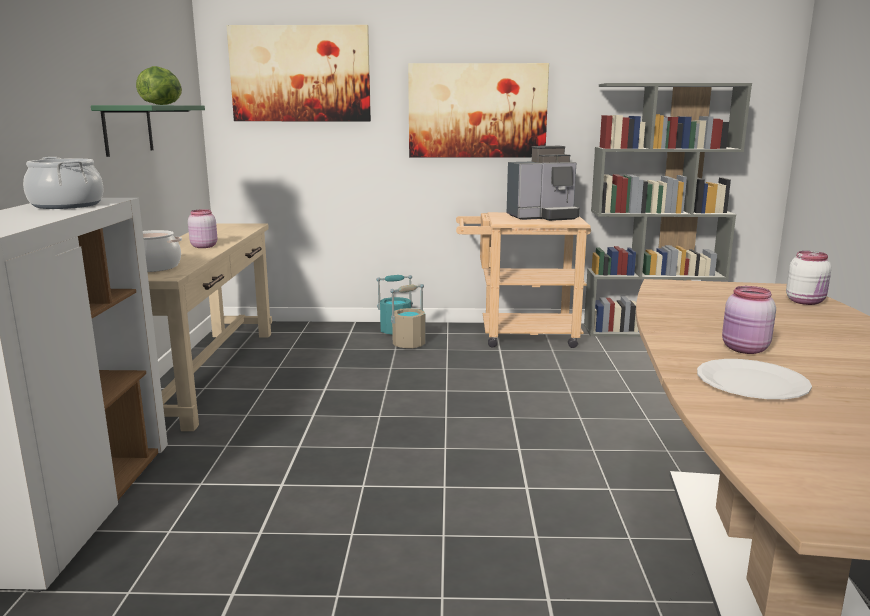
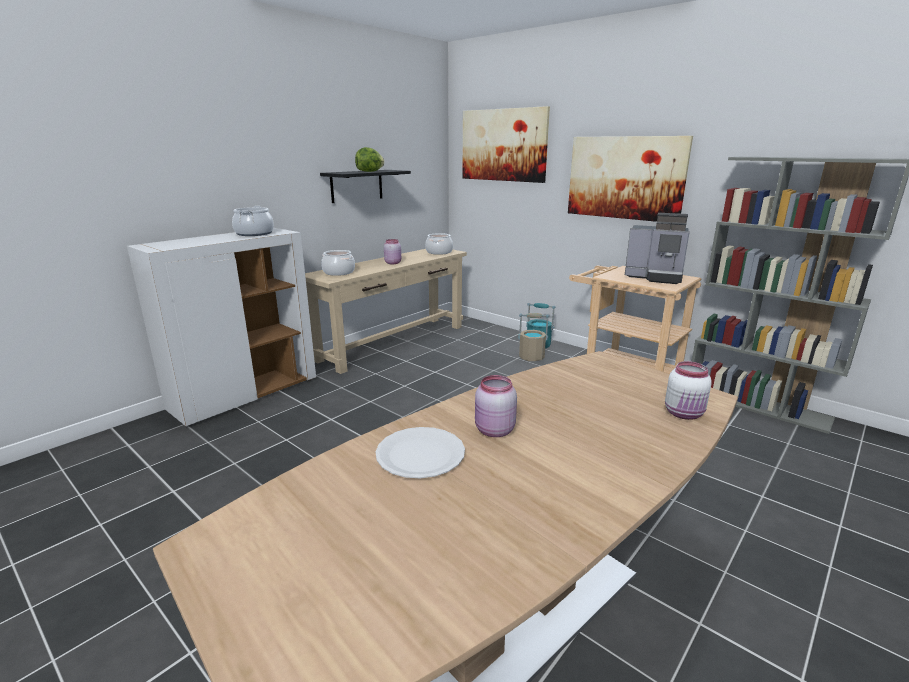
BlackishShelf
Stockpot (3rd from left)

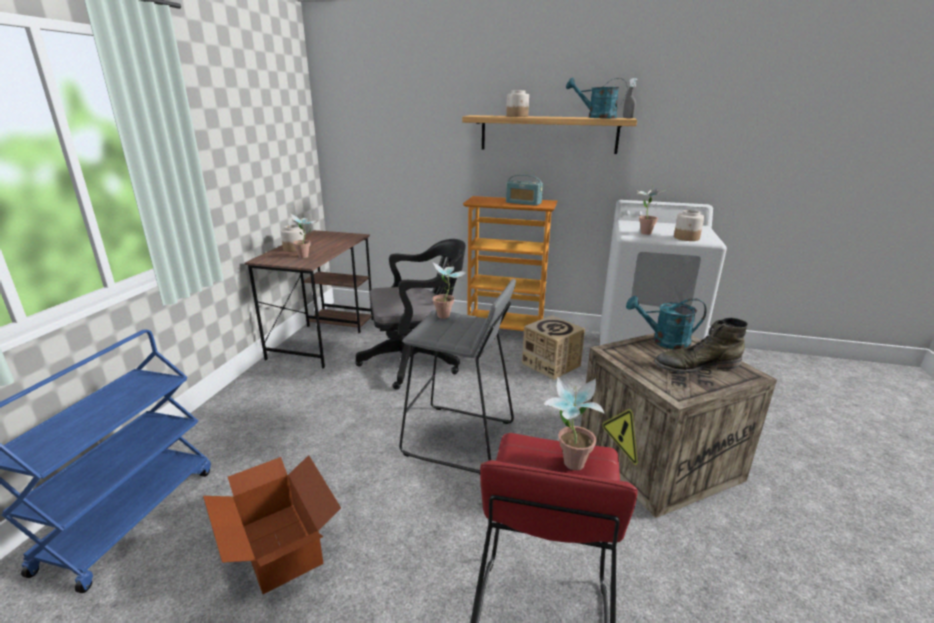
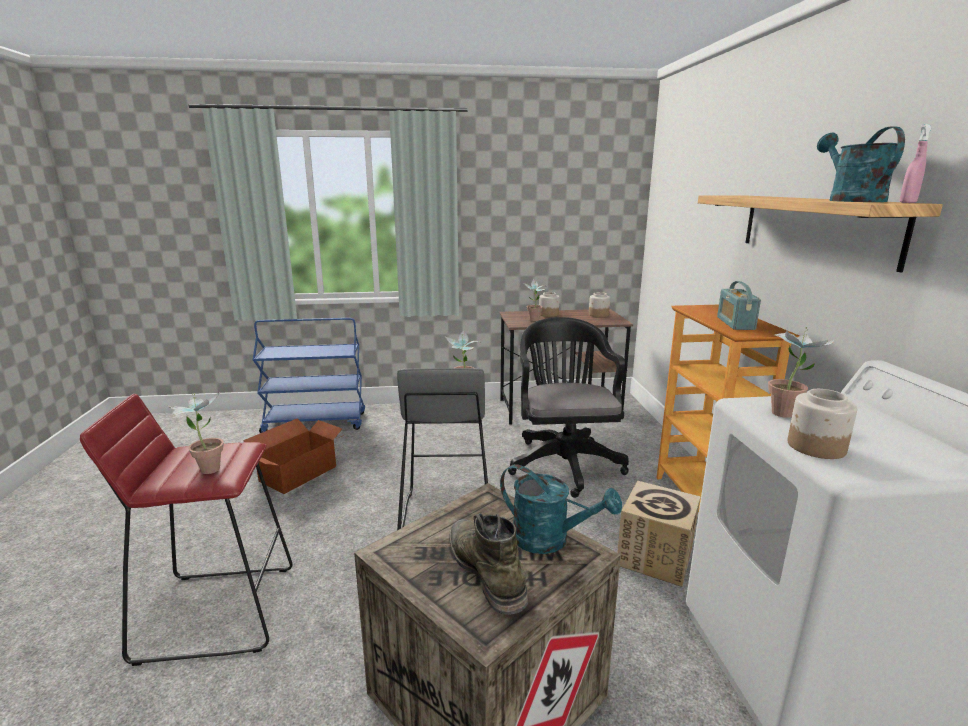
BlackishDeskChair
Jar (2nd from left)
PinkColouredSprayBottle
TurquoiseWateringPot (1st from left)

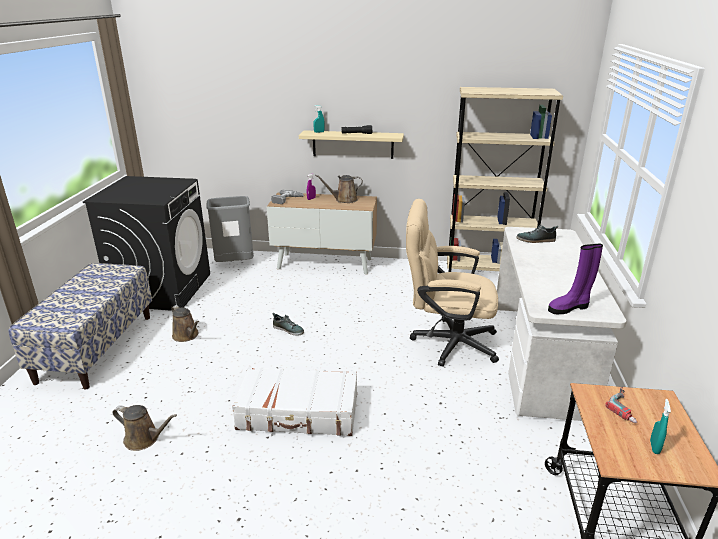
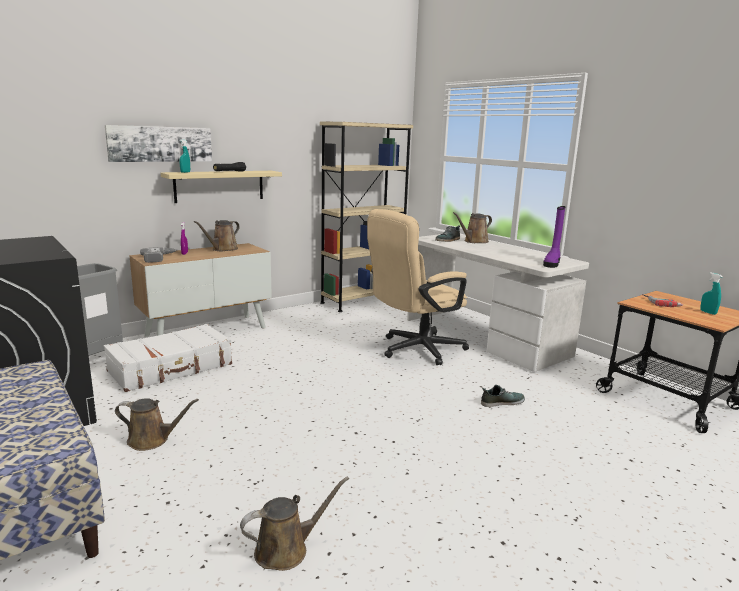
WhitePieceOfLuggage
Shoe (2nd from left)
WallArt
BrownishWateringPot (4th from left)

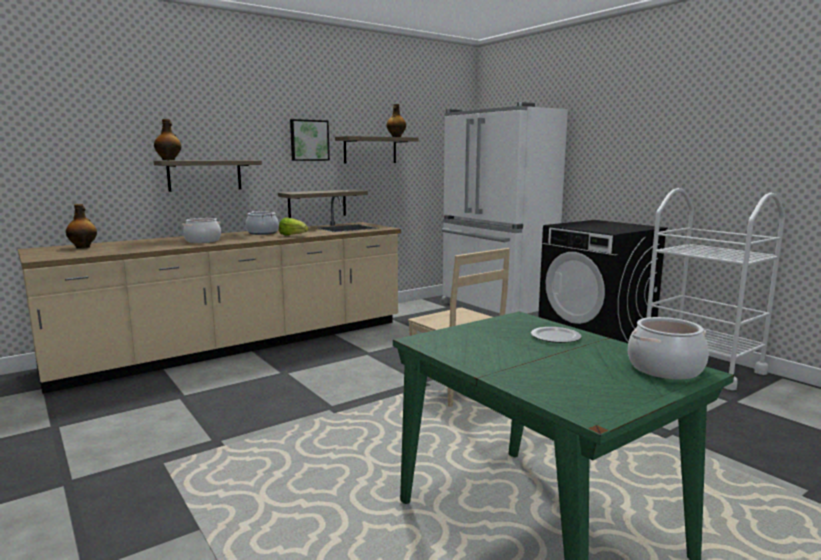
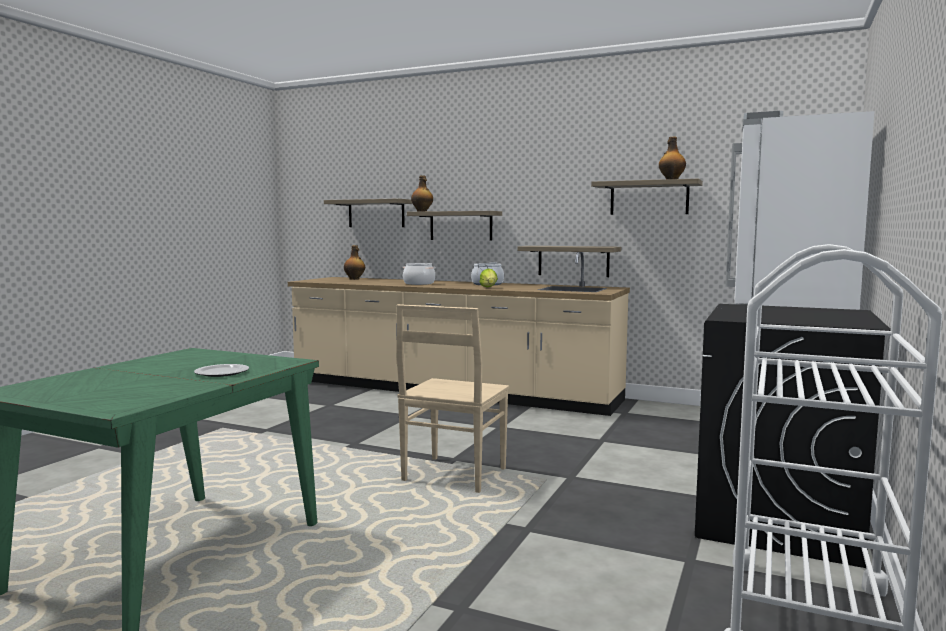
WallArt
Stockpot (3rd from left in the first image)
Shelf (1st from left)

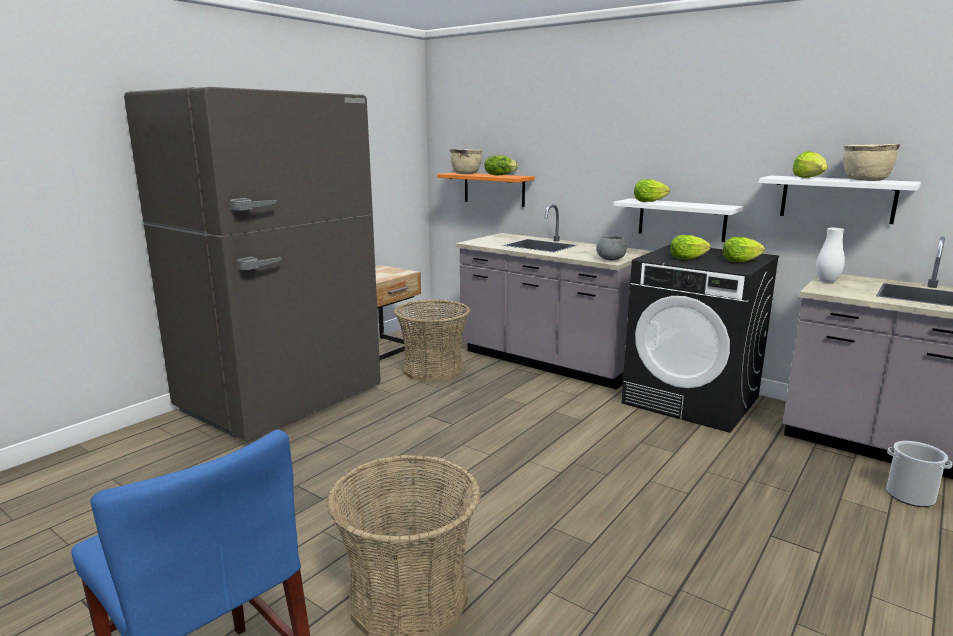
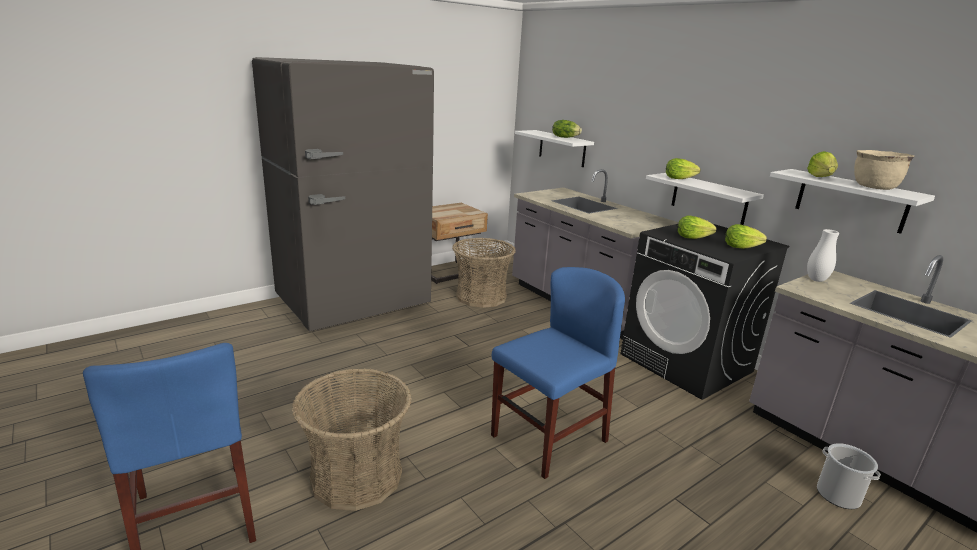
WhiteShelf (1st from left)
BeigeStockpot (1st from left in the first image)
GreyishDeepDish
BlueChair (2nd from left)

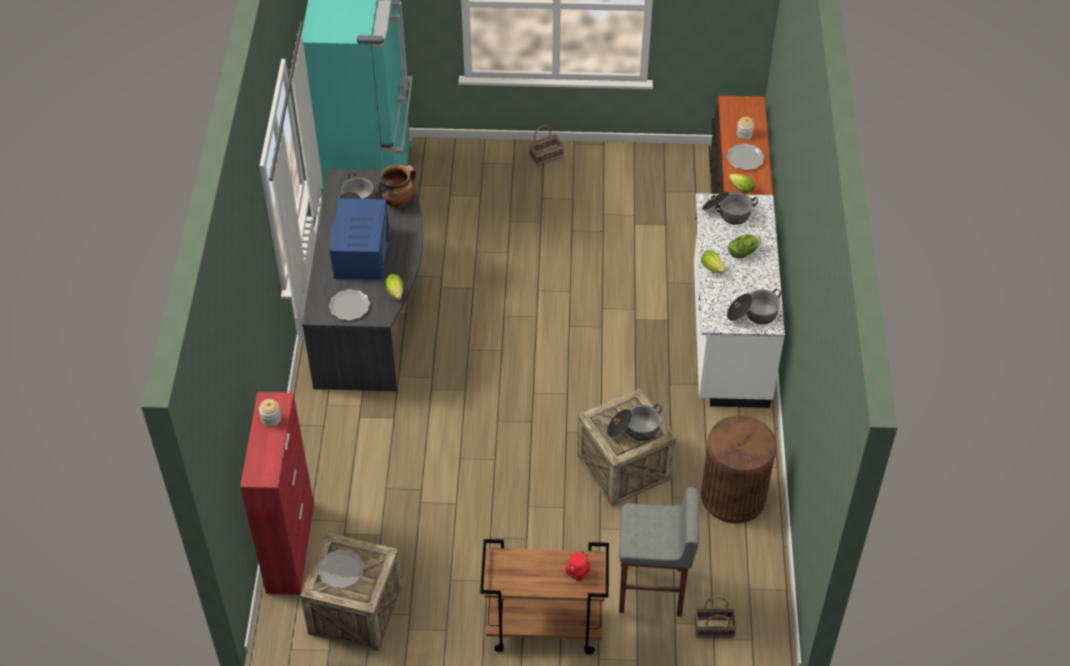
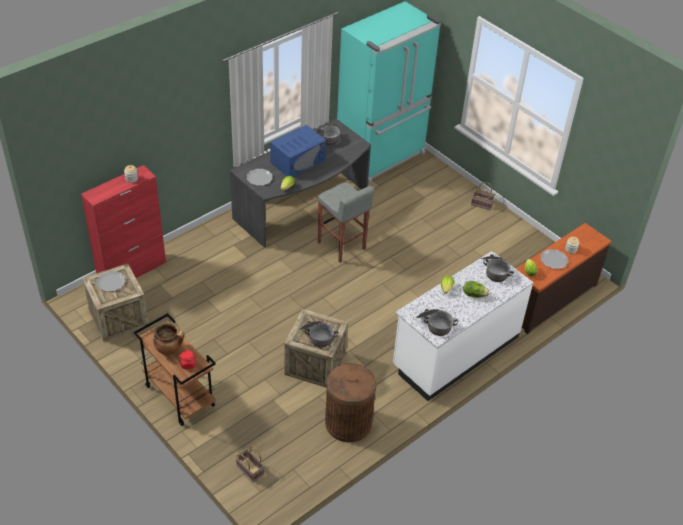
Stockpot (1st from left)
GreyishSittingStool

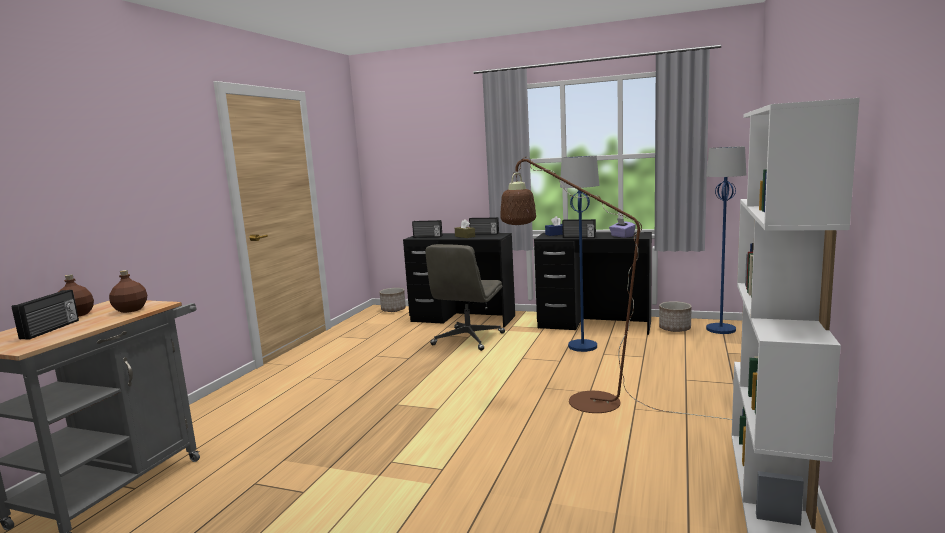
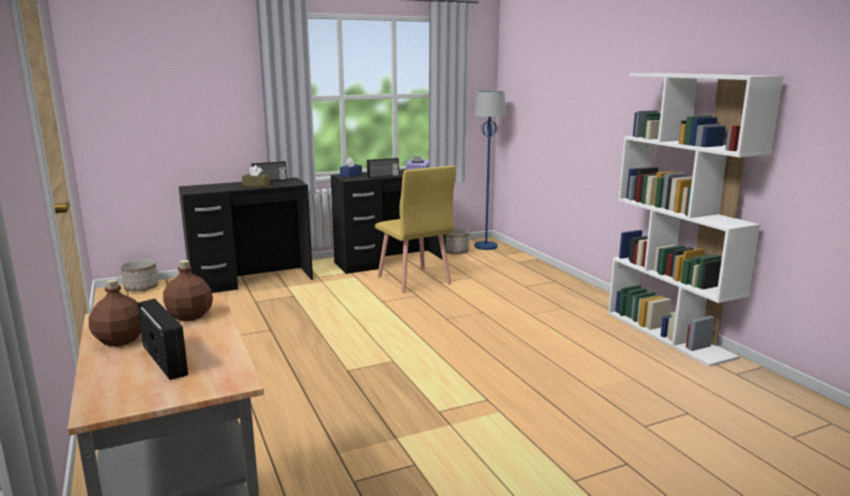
RadioSet (2nd from left in the first image)
GreyishDeskChair
BrownishStandingLamp
YellowColouredChair

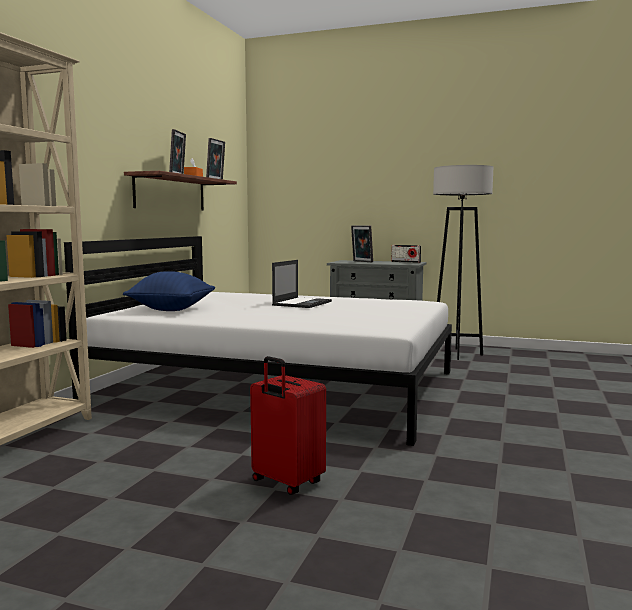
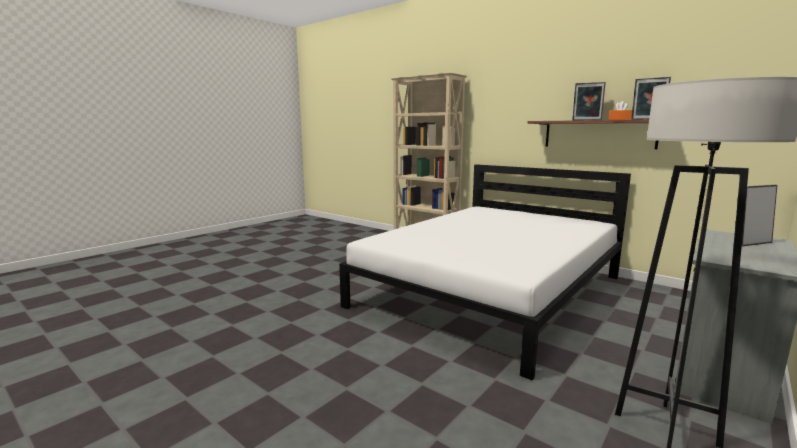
BlueThrowPillow
ReddishPieceOfLuggage
PortableComputer
RadioSet

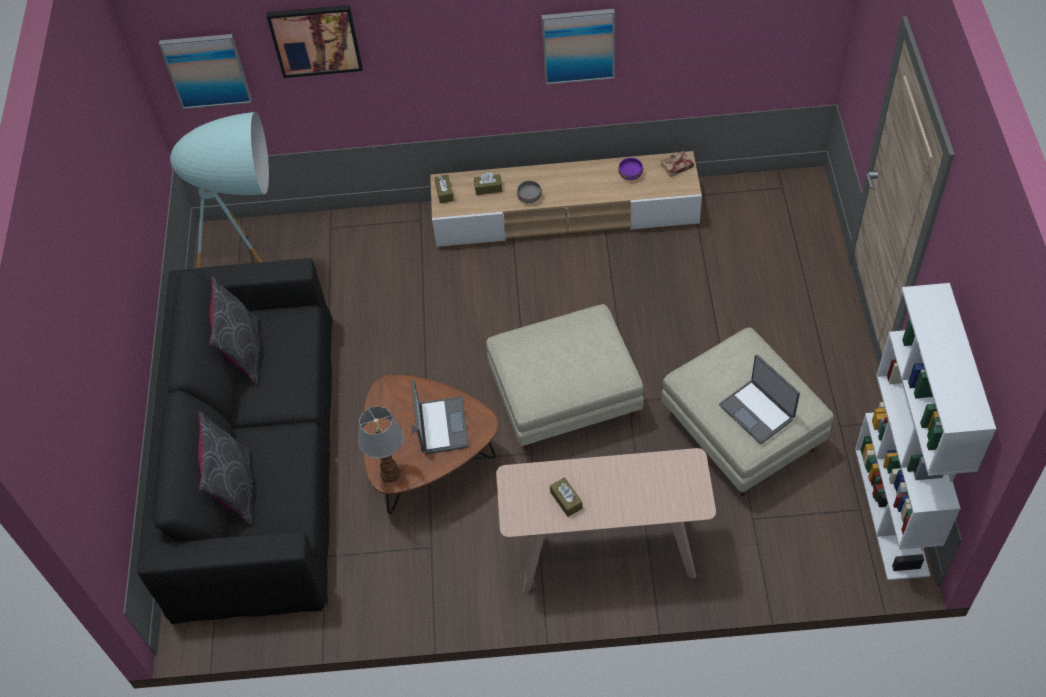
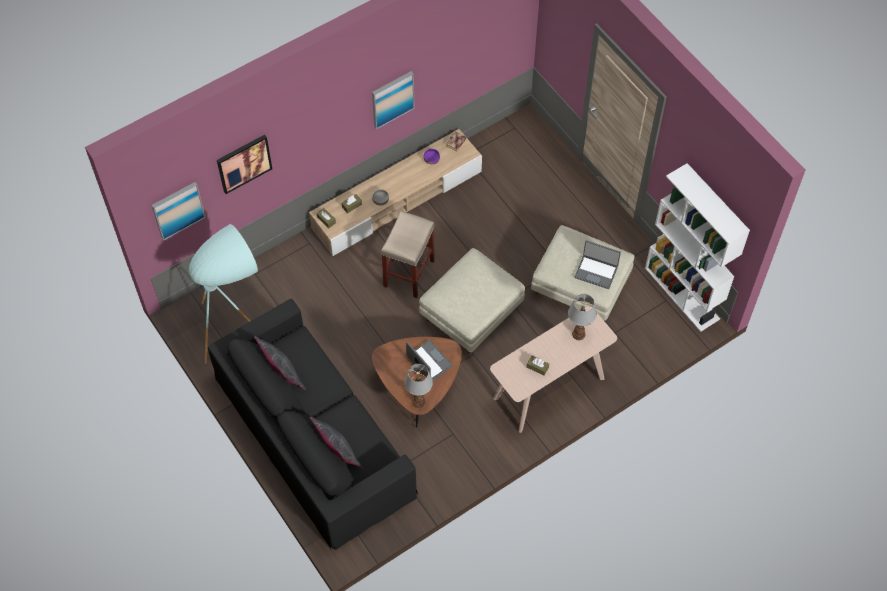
BeigeSittingStool
TableLamp (2nd from left)

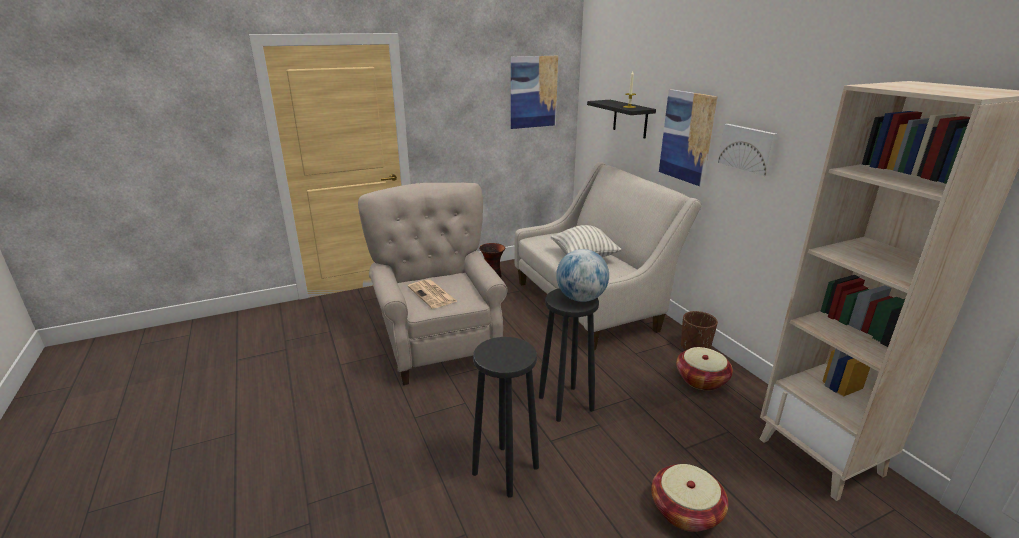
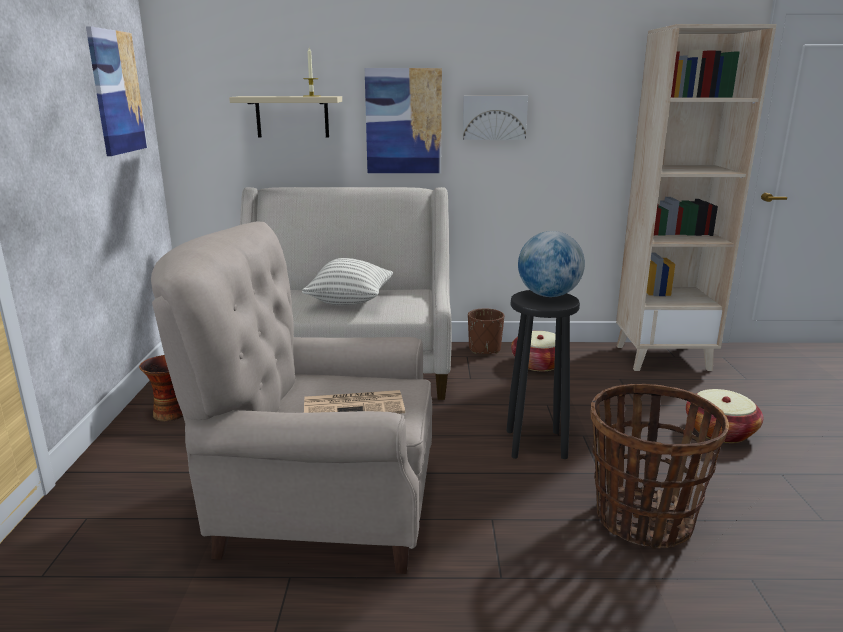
Basket (2nd from left)
BeigeShelf

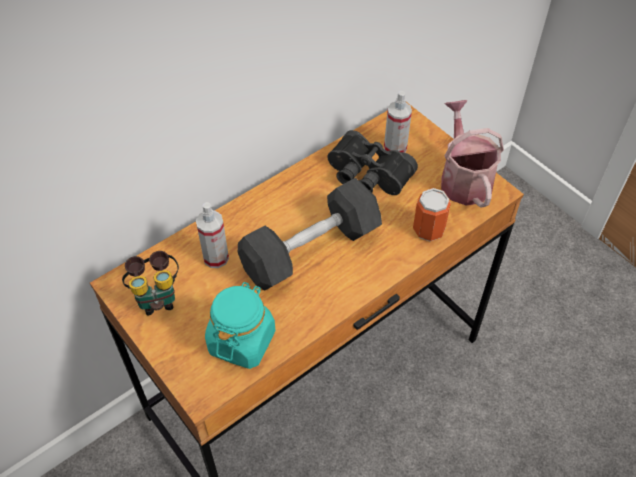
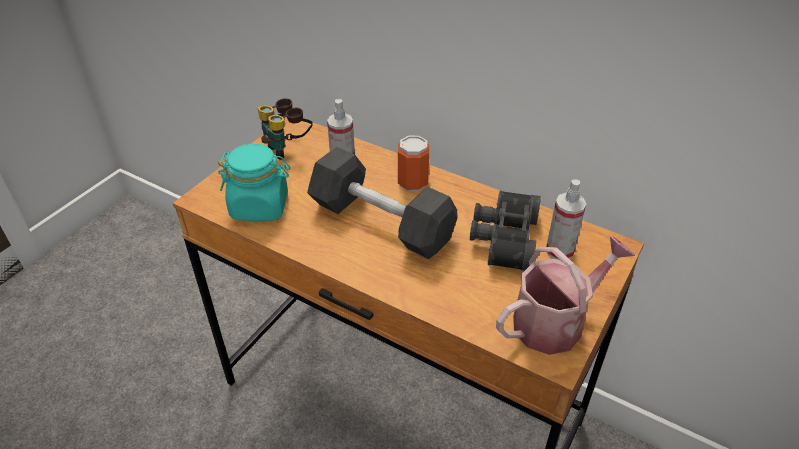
MetalCan

